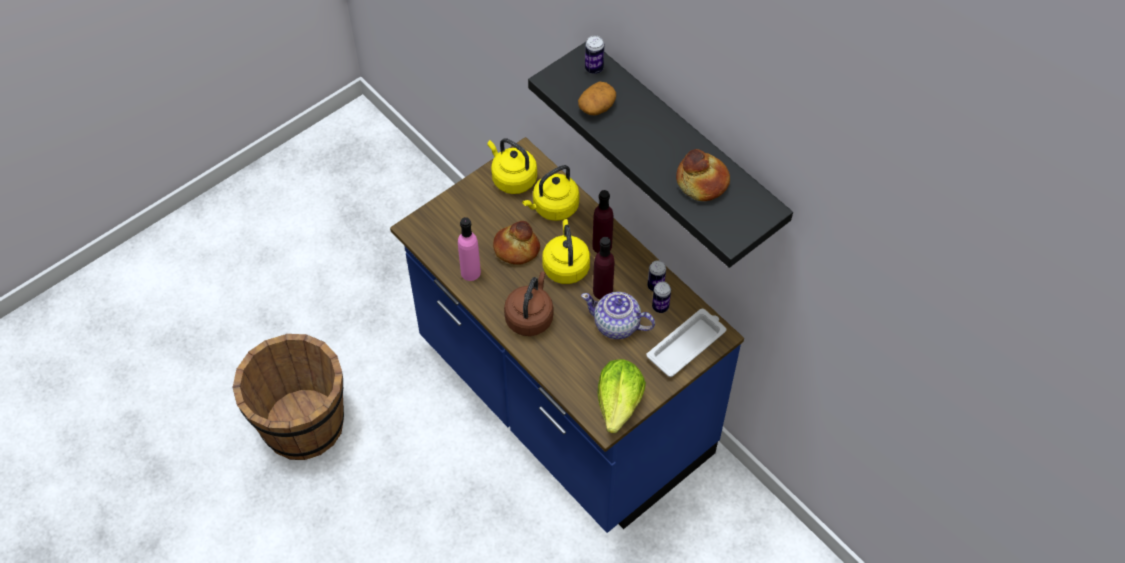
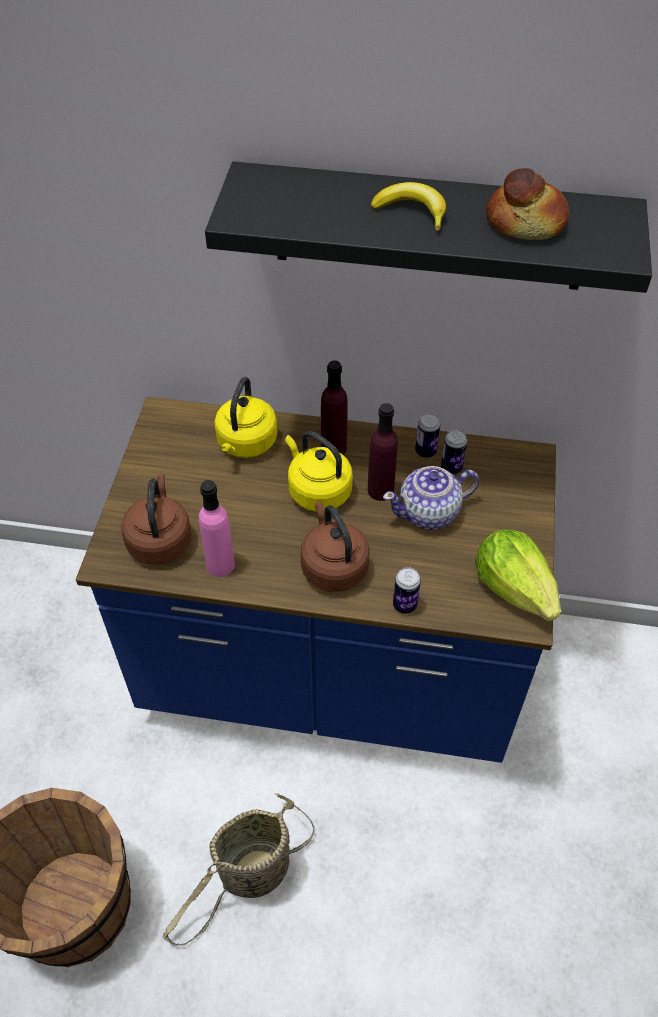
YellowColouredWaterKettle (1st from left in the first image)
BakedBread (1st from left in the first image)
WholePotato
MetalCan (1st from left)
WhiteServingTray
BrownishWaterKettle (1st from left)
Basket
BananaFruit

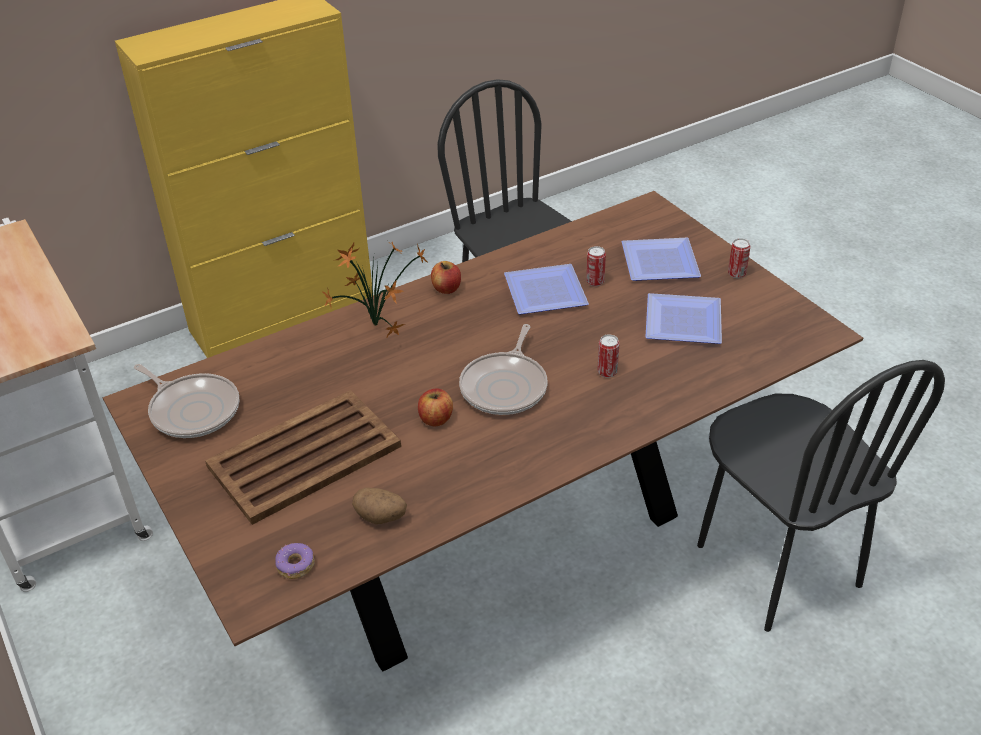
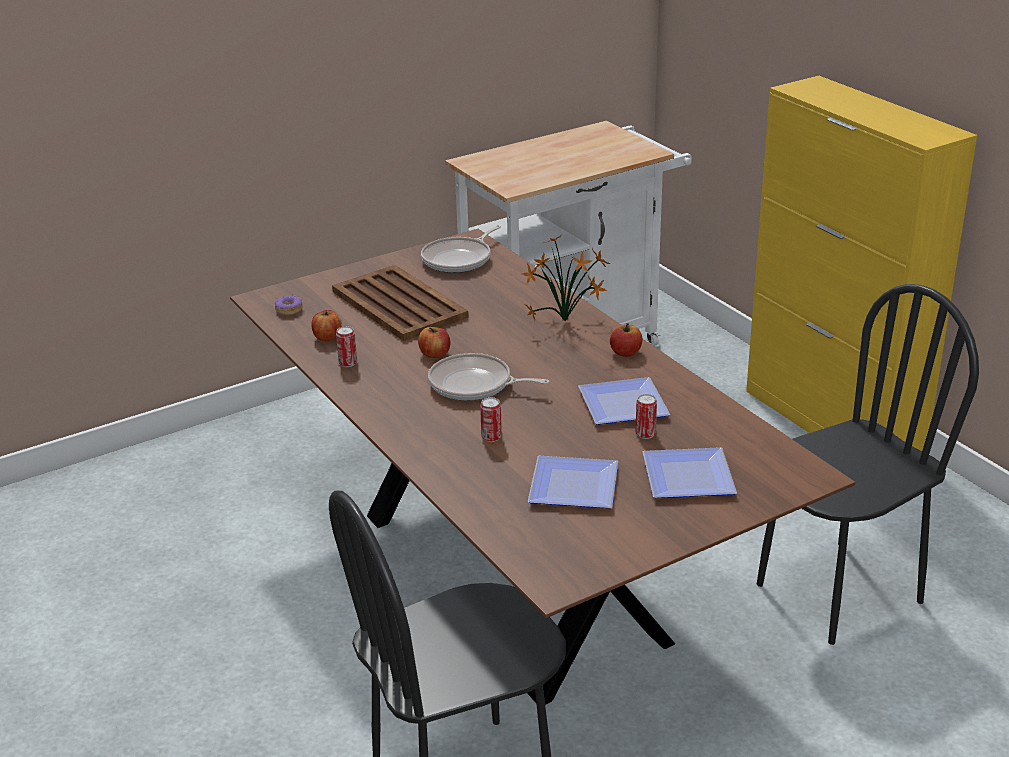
WholeApple (1st from left)
MetalCan (1st from left)

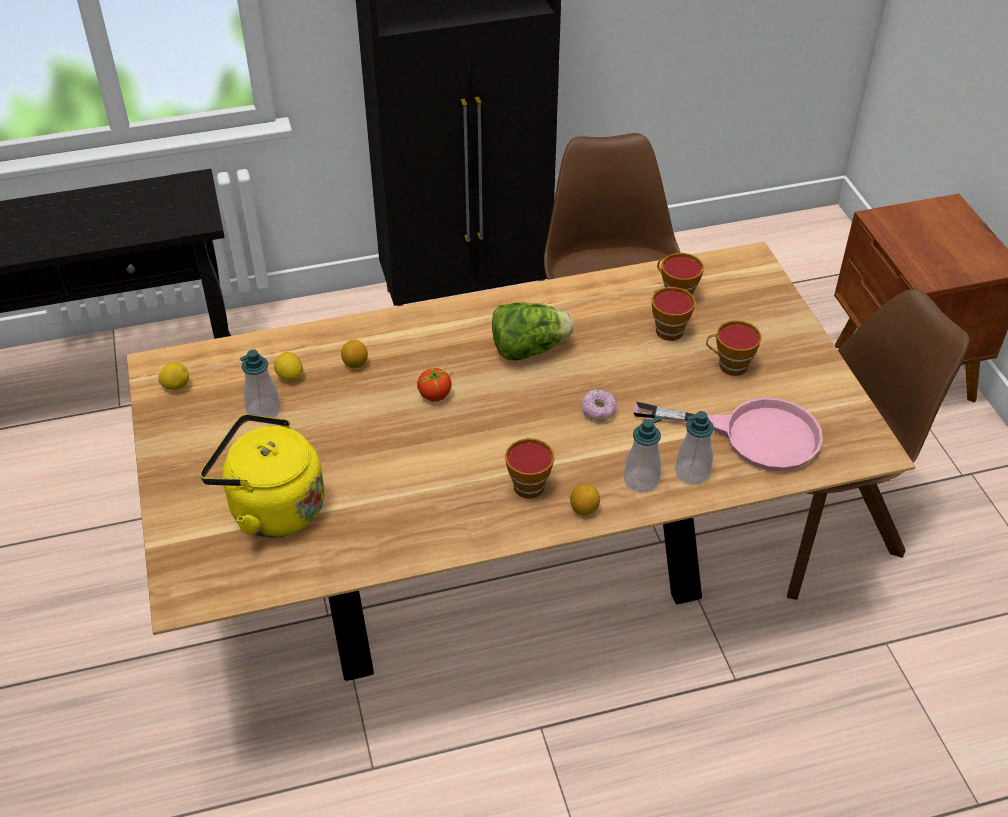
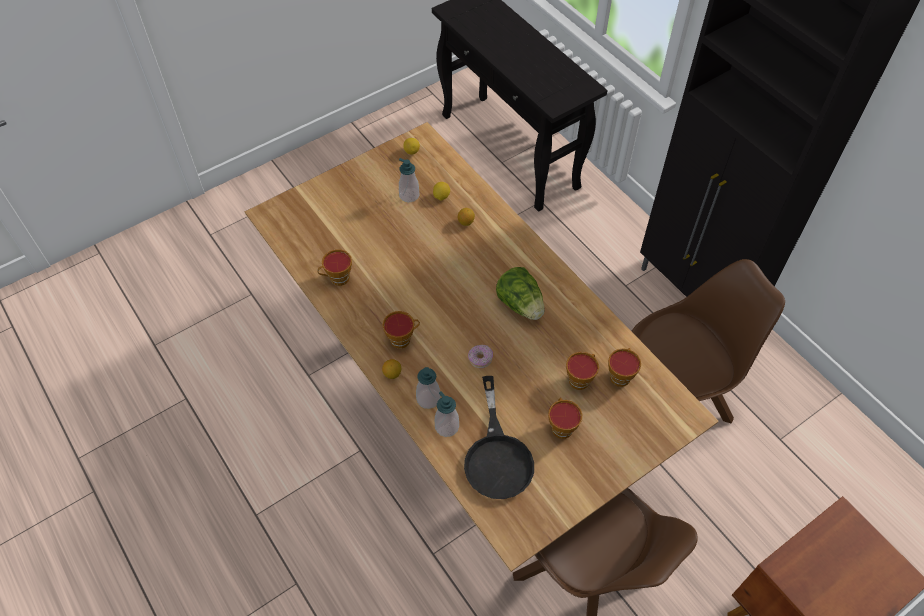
YellowColouredWaterKettle
FreshTomato
BlackishFryingPan
DrinkingCup (1st from left)

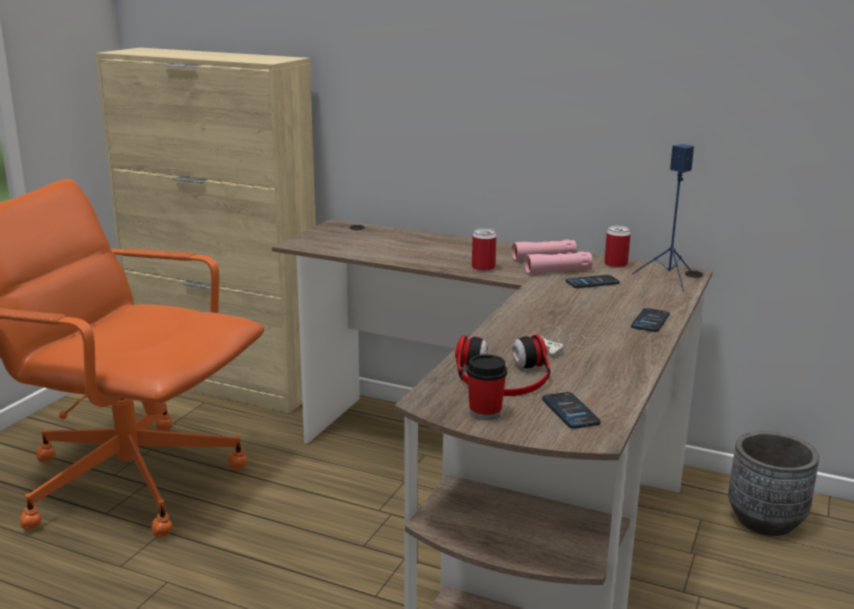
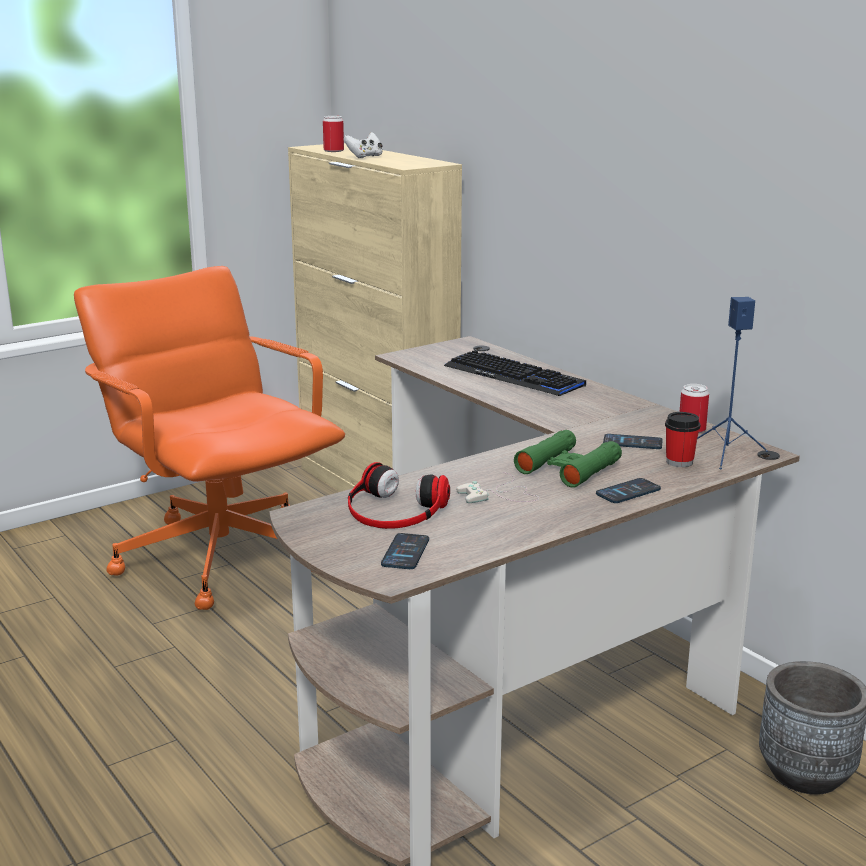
DrinkingCup
MetalCan (1st from left)
PinkColouredPairOfBinoculars
WhiteGamepad (1st from left)
ComputerKeyboard
GreenPairOfBinoculars

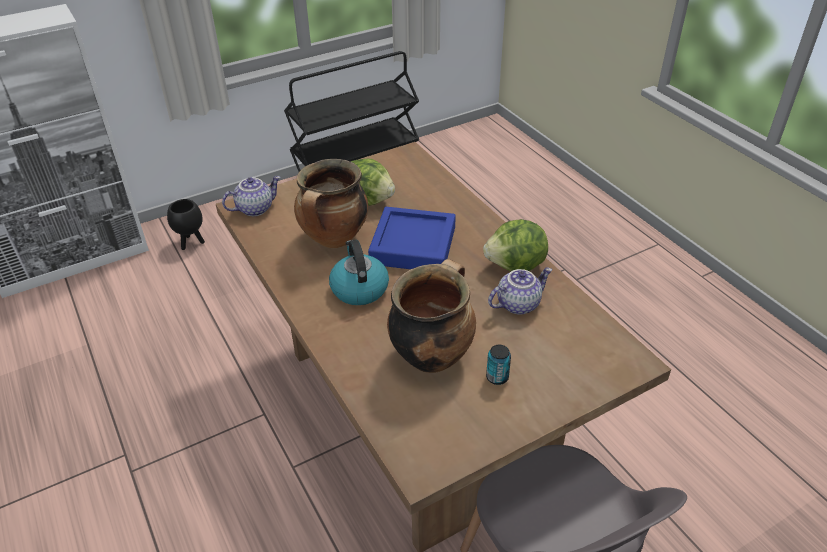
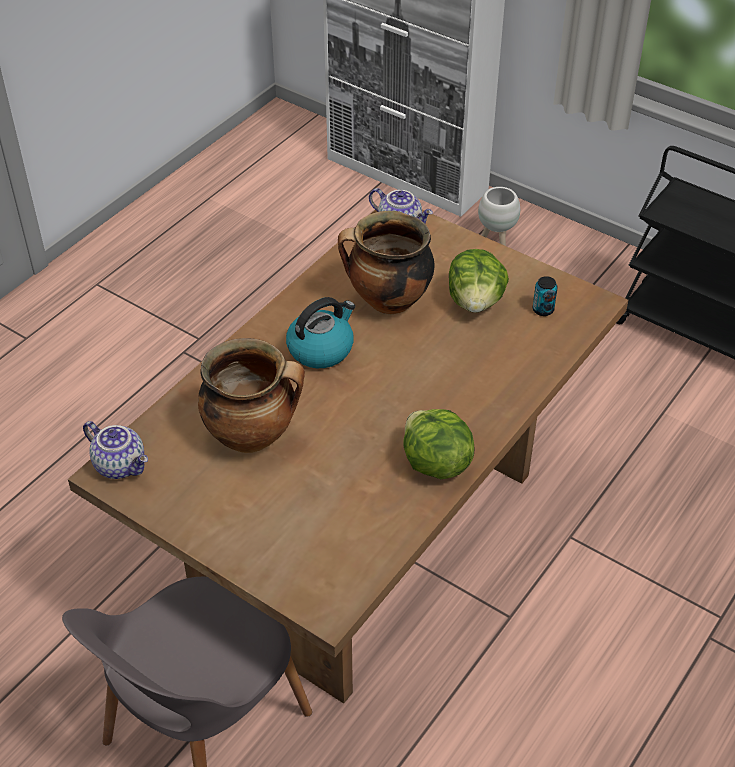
WhiteFlowerPot
BlueServingTray
MetalCan
TeaPot (1st from left)

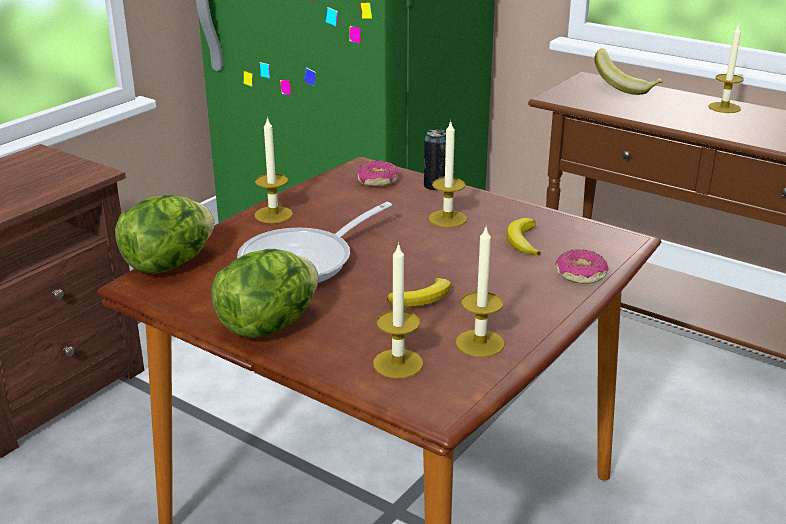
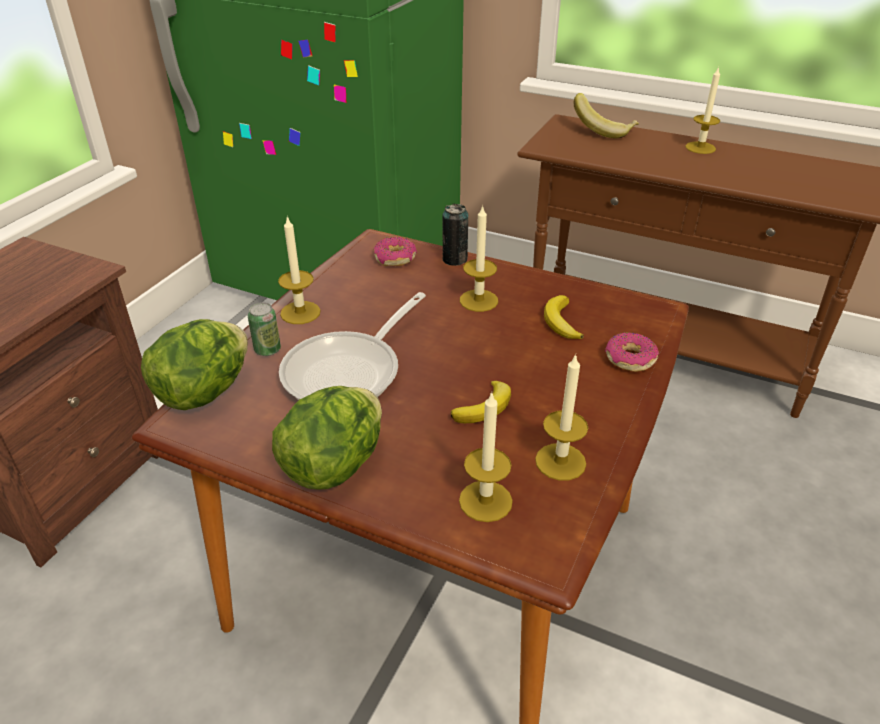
MetalCan (1st from left)

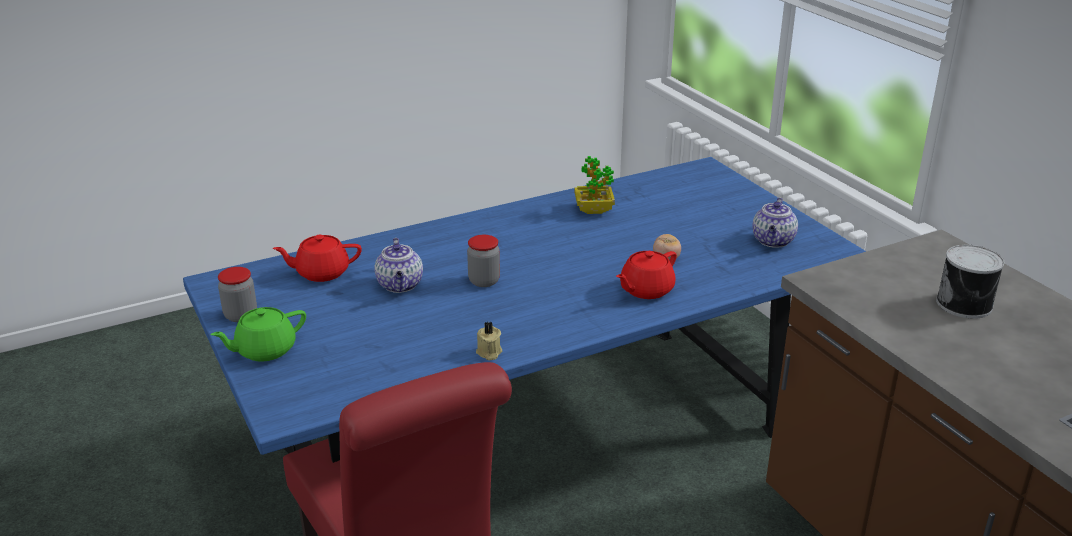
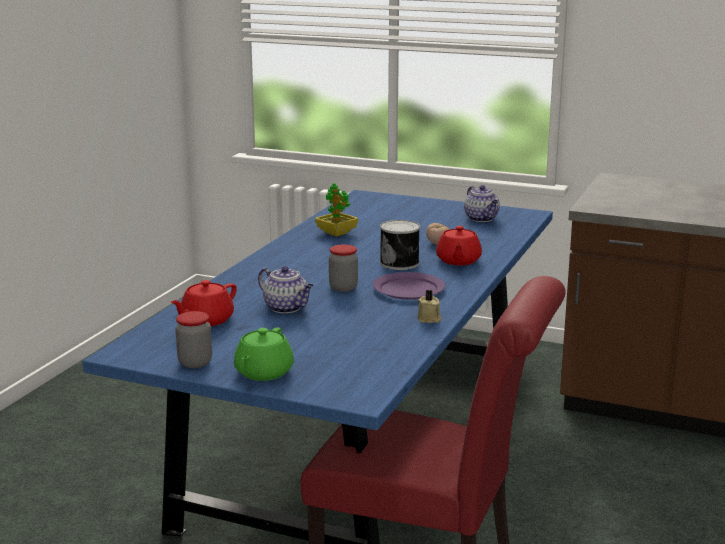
MetalCan
PurplishFlatDish

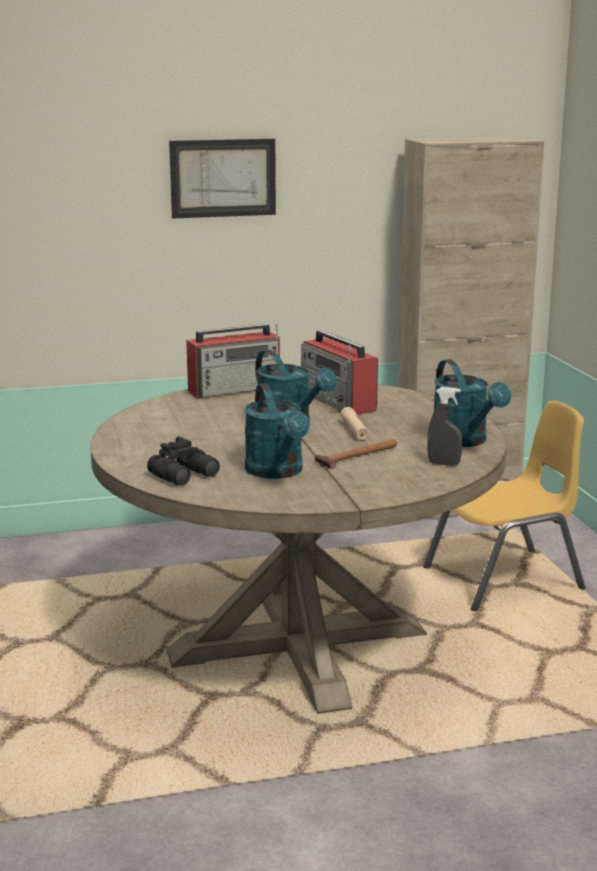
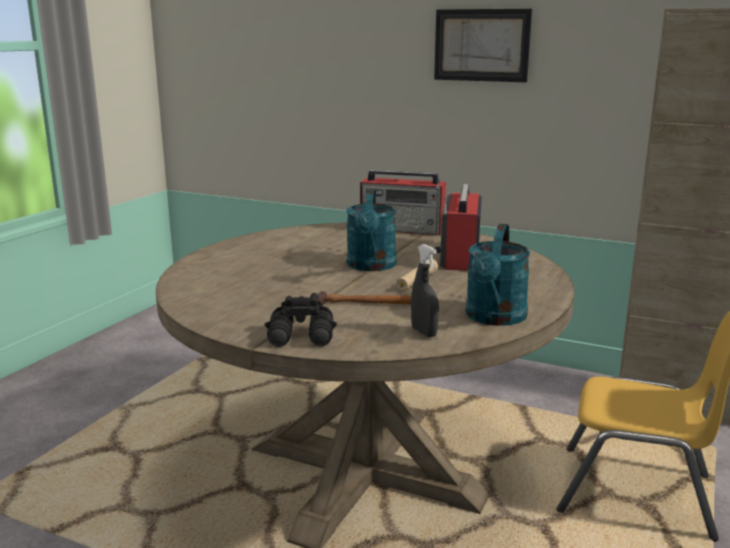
BlackishPairOfBinoculars
TurquoiseWateringPot (1st from left in the first image)

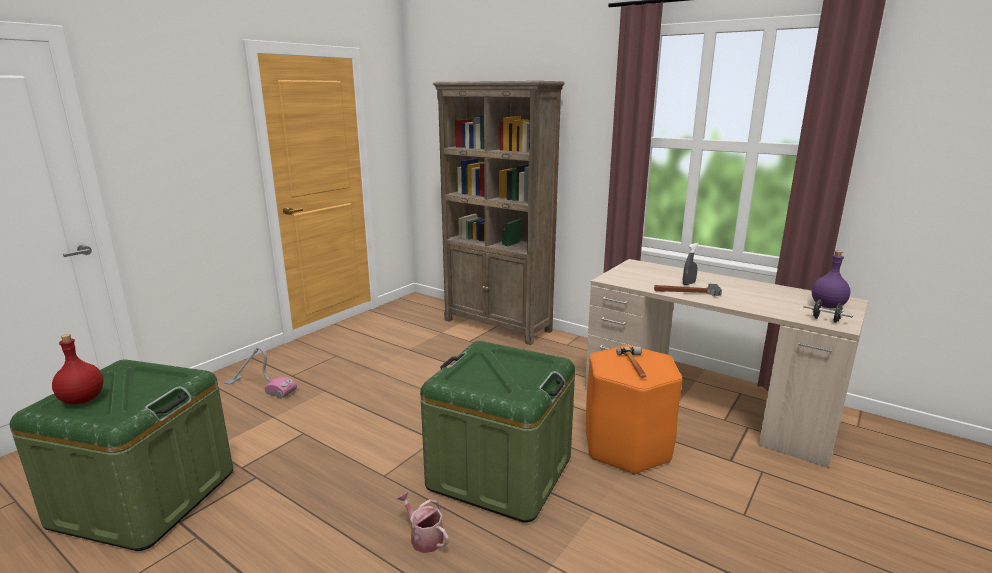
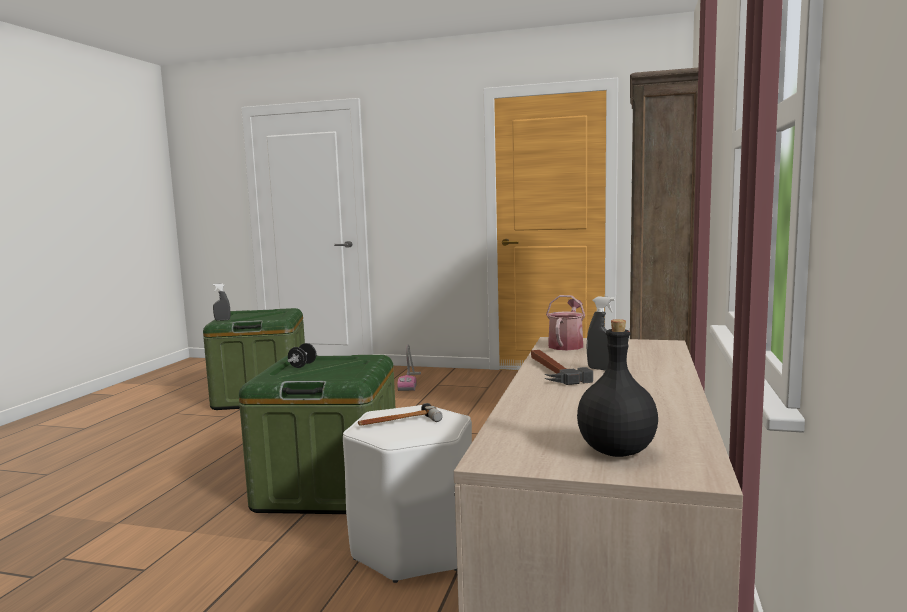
ReddishBottle
WateringPot
WhiteSittingStool
BlackishHandWeight
BlackishBottle
GreyishSprayBottle (1st from left)

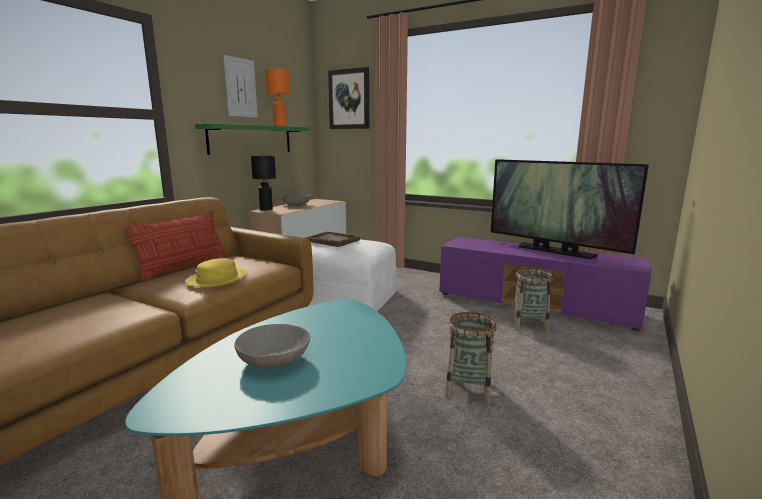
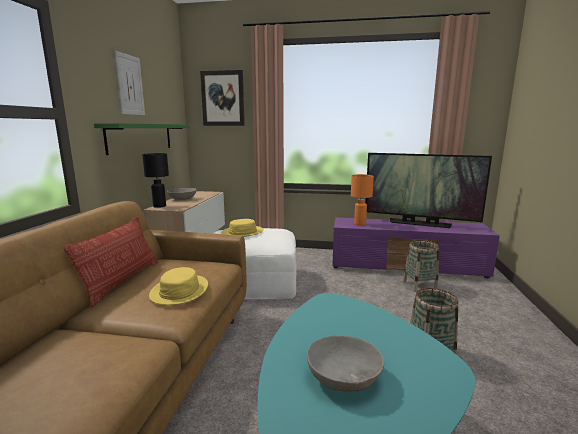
OrangeTableLamp
YellowColouredClothingHat (2nd from left)

